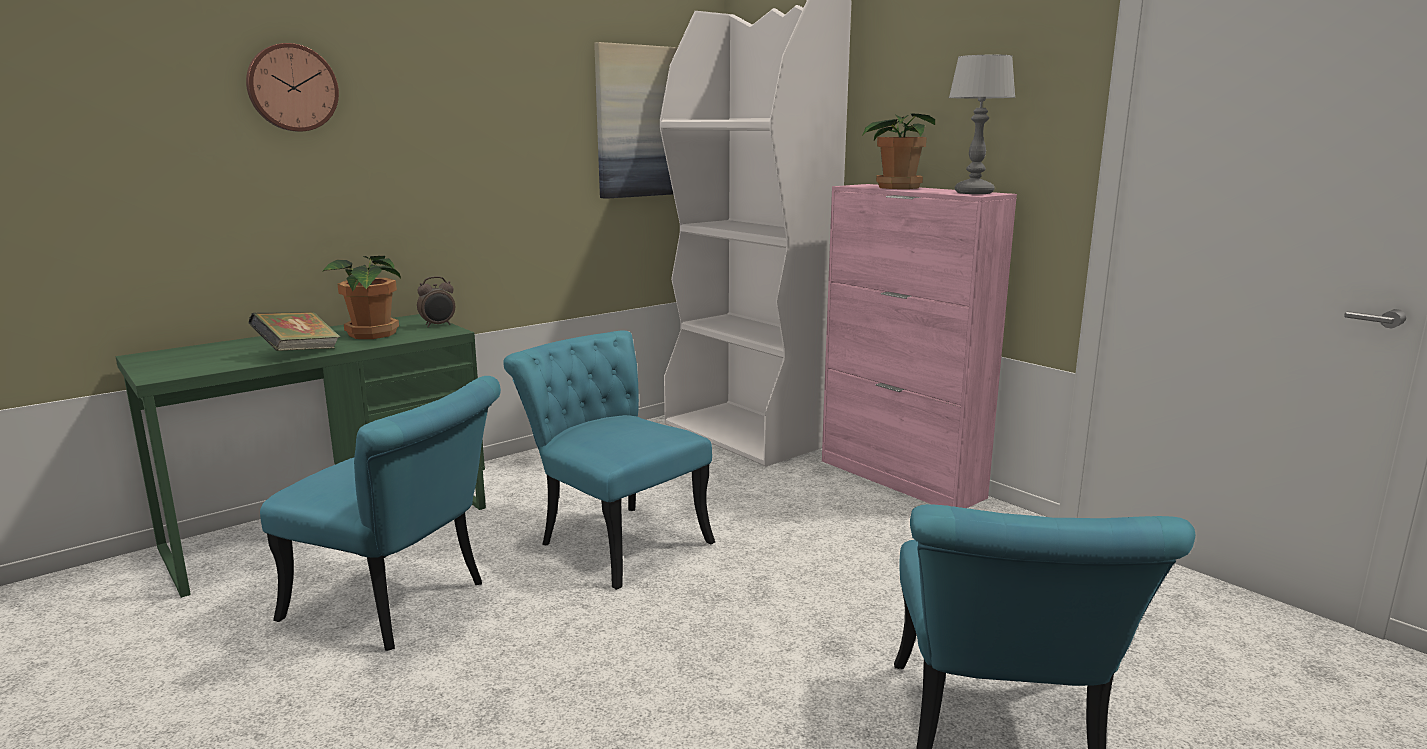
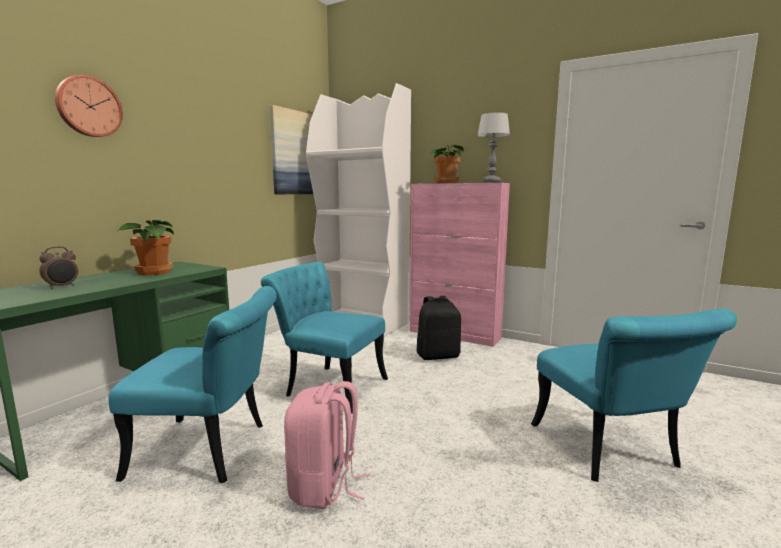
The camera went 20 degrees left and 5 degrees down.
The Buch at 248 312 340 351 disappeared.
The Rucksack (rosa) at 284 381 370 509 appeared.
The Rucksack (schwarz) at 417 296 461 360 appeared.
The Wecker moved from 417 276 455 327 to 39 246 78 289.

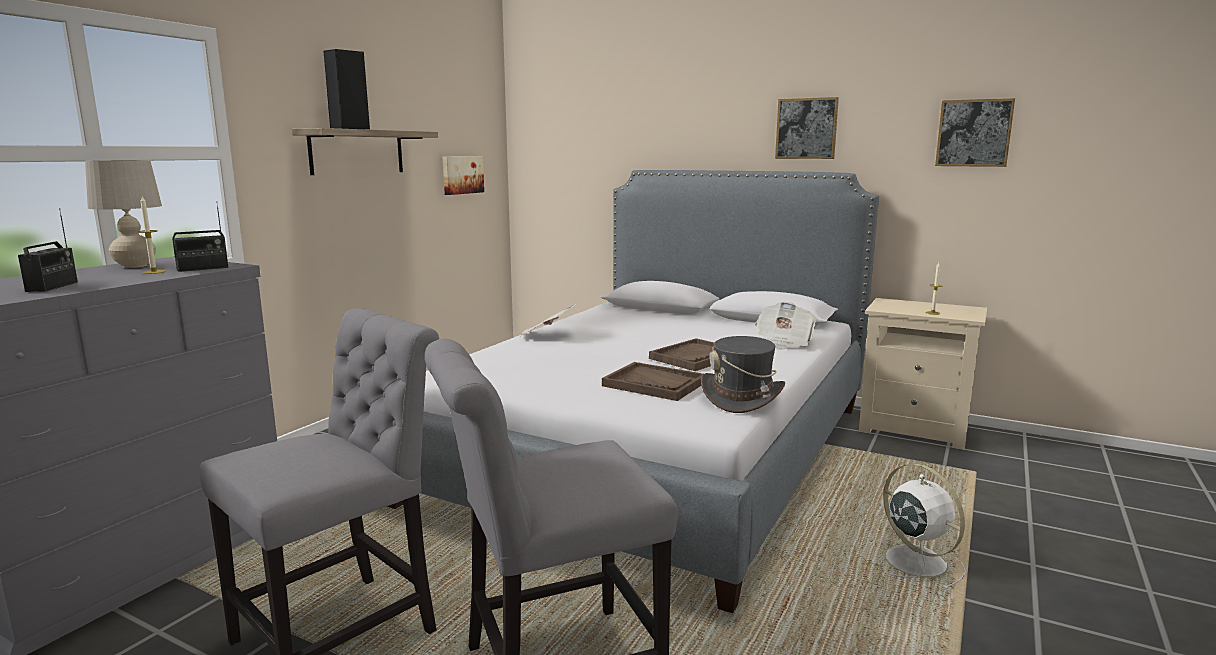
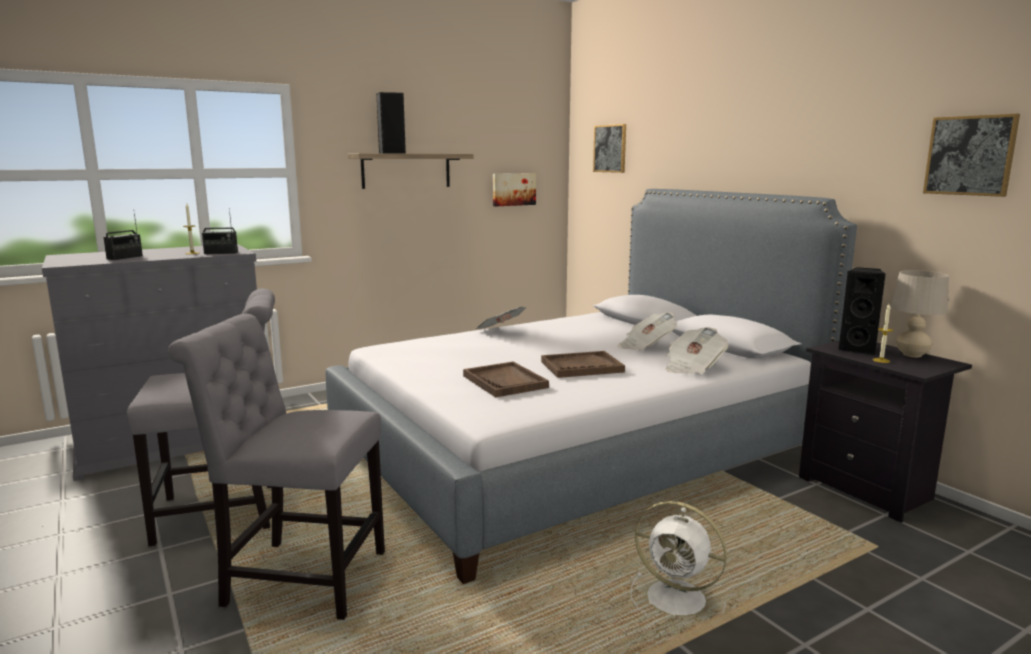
The camera went 30 degrees right and 0 degrees up.
The Hut (grau) at 701 336 785 413 disappeared.
The Zeitung at 618 312 677 350 appeared.
The Lautsprecher (schwarz) at 838 267 886 355 appeared.
The Tischlampe (beige) moved from 85 160 162 268 to 891 270 949 357.
The Bild moved from 775 97 839 159 to 593 124 626 173.
The Nachttisch (beige) at 859 298 987 450 became the Nachttisch (schwarz) at 799 341 972 523.
The Ventilator (weiß) at 869 464 966 590 turned 120 degrees clockwise.

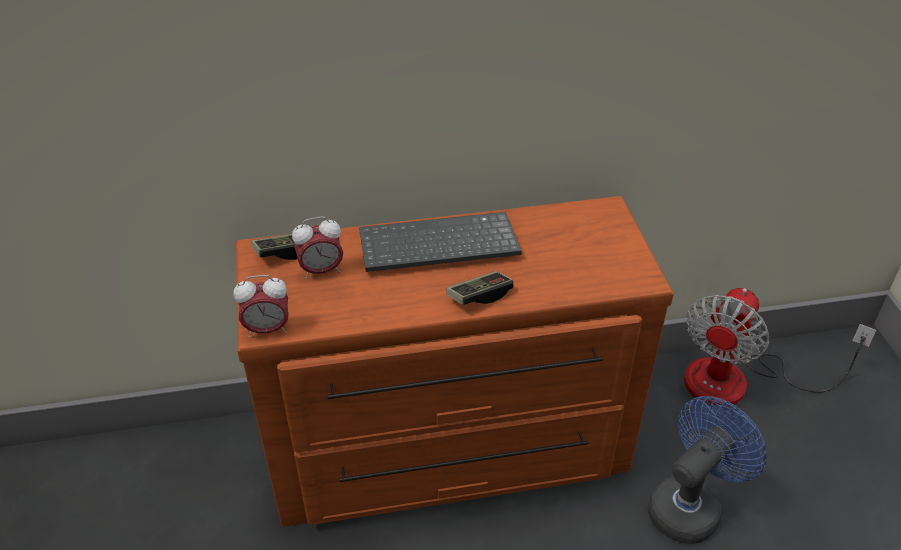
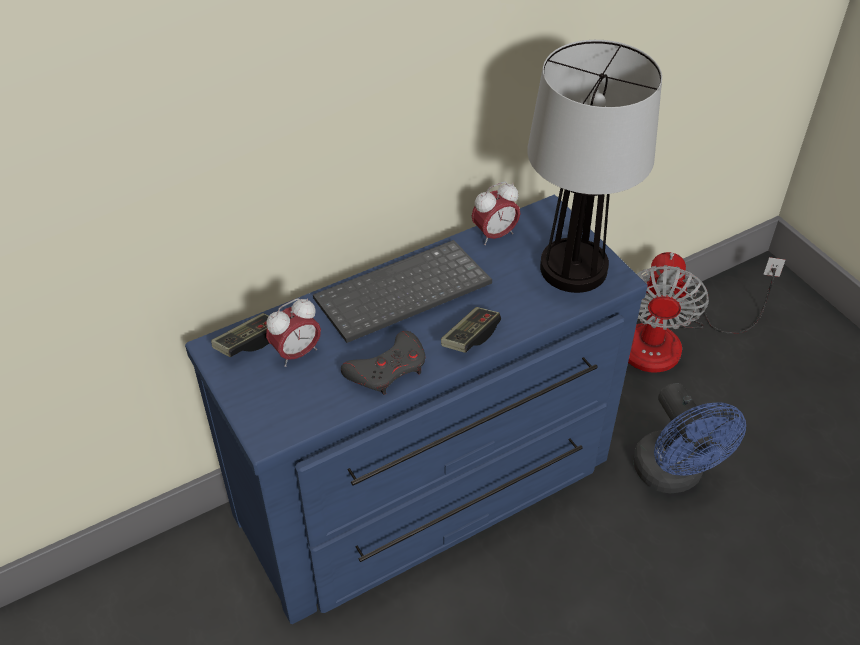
The camera went 20 degrees left and 5 degrees up.
The Gamepad (grau) at 341 331 425 395 appeared.
The Tischlampe at 527 40 662 293 appeared.
The Wecker moved from 234 275 289 338 to 472 182 521 245.
The Kommode (braun) at 236 196 674 527 became the Kommode (blau) at 185 195 648 624.
The Ventilator (blau) at 648 396 767 544 turned 135 degrees clockwise.

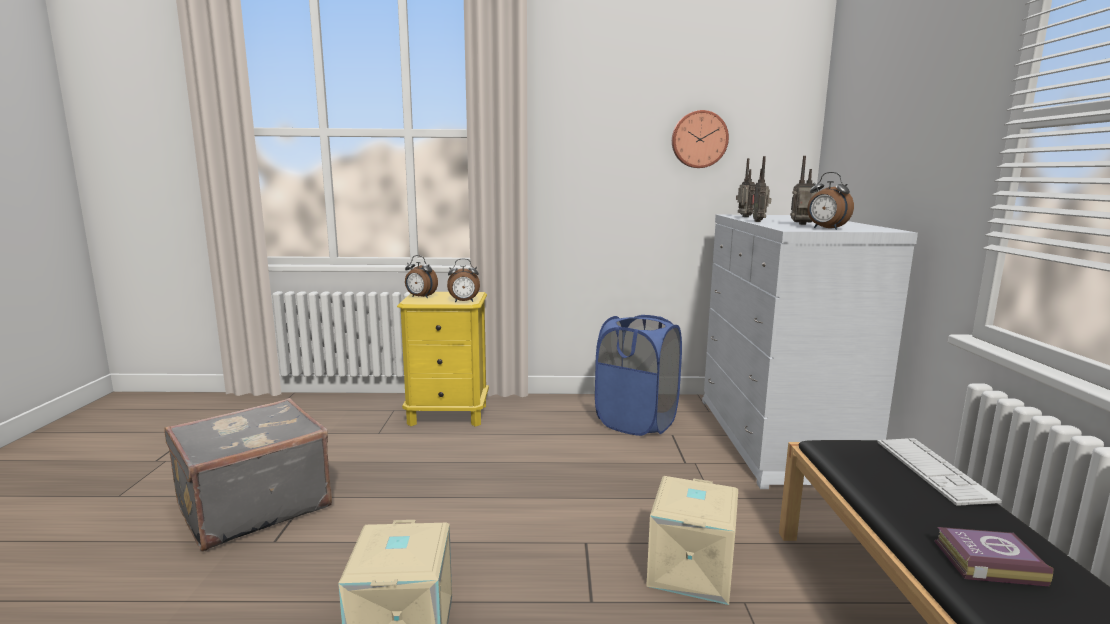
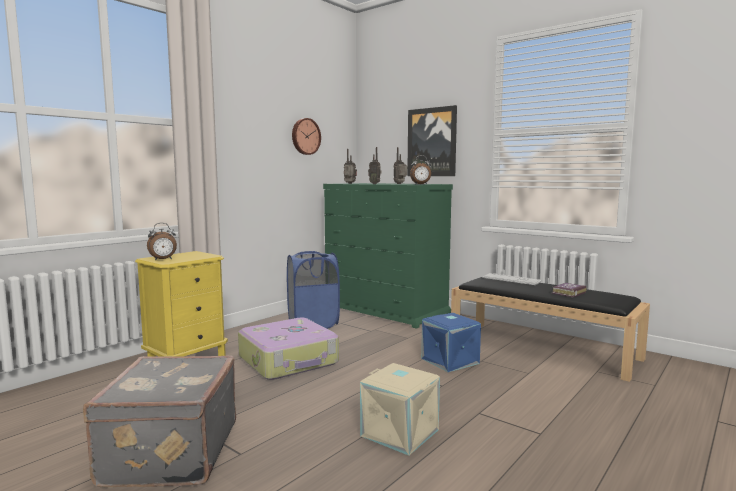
The camera went 50 degrees left and 5 degrees down.
The Wecker at 447 258 480 303 disappeared.
The Koffer at 238 318 339 380 appeared.
The Bild at 407 105 457 176 appeared.
The Aufbewahrungsbox (beige) at 646 476 738 605 became the Aufbewahrungsbox (blau) at 421 313 481 372.
The Kommode (weiß) at 702 215 918 489 became the Kommode (grün) at 323 183 453 329.

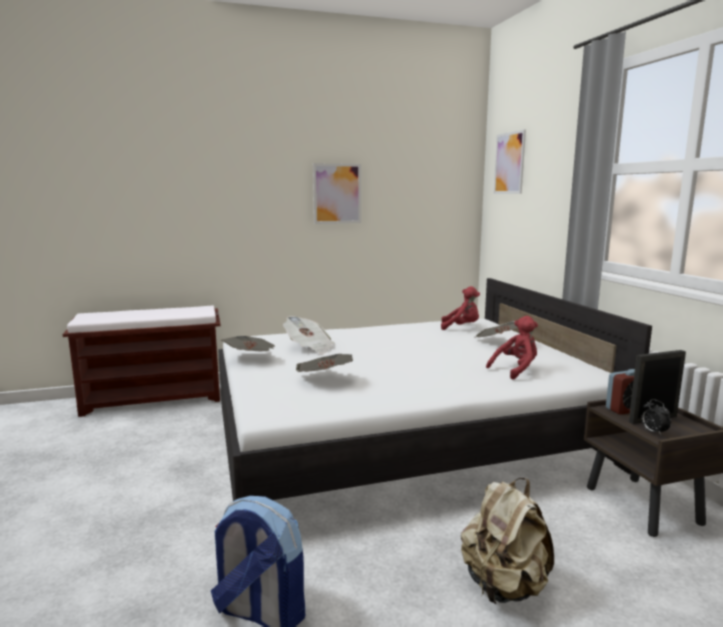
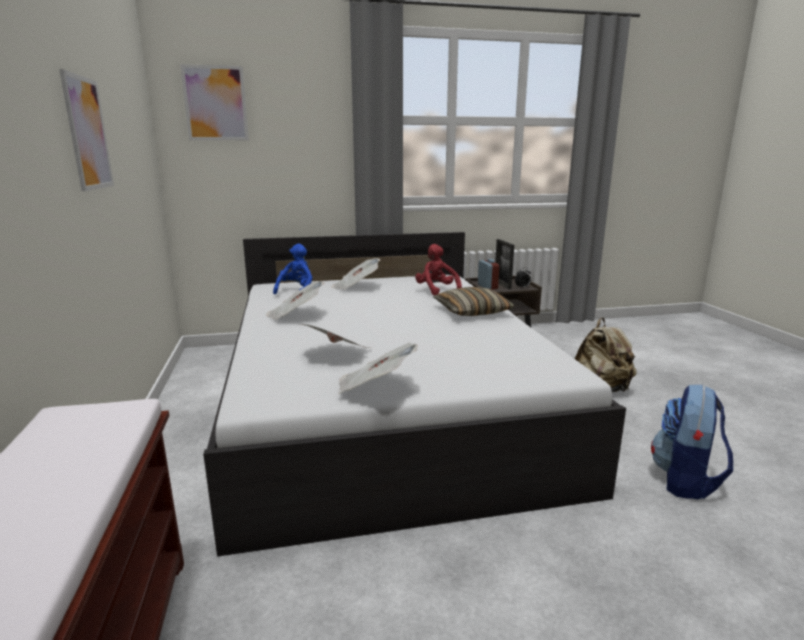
The camera went 85 degrees left and 5 degrees up.
The Kissen at 433 287 514 316 appeared.
The Zeitung moved from 296 354 353 372 to 266 281 324 320.
The Plüschtier (rot) at 441 286 480 330 became the Plüschtier (blau) at 273 244 313 294.

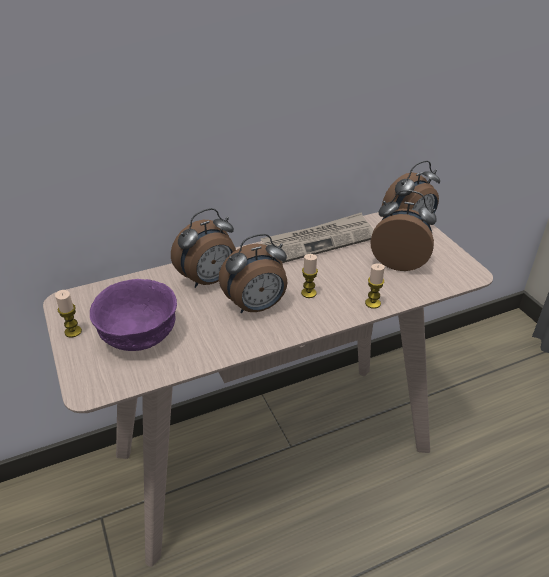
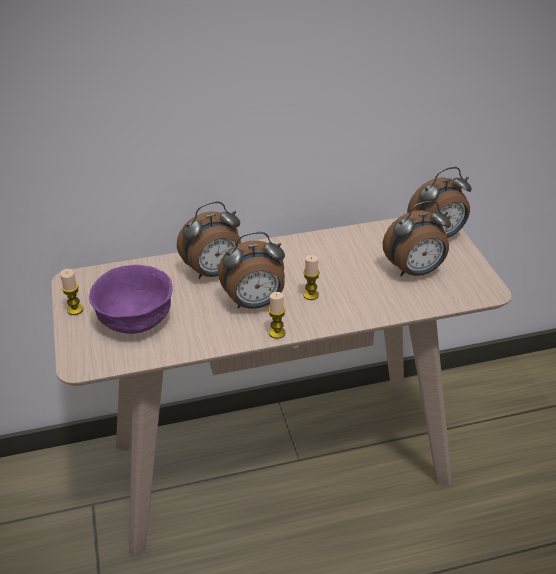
The camera went 10 degrees right and 0 degrees up.
The Zeitung at 261 212 374 263 disappeared.
The Kerze moved from 365 264 385 309 to 268 292 286 339.
The Wecker at 370 190 437 271 turned 135 degrees clockwise.

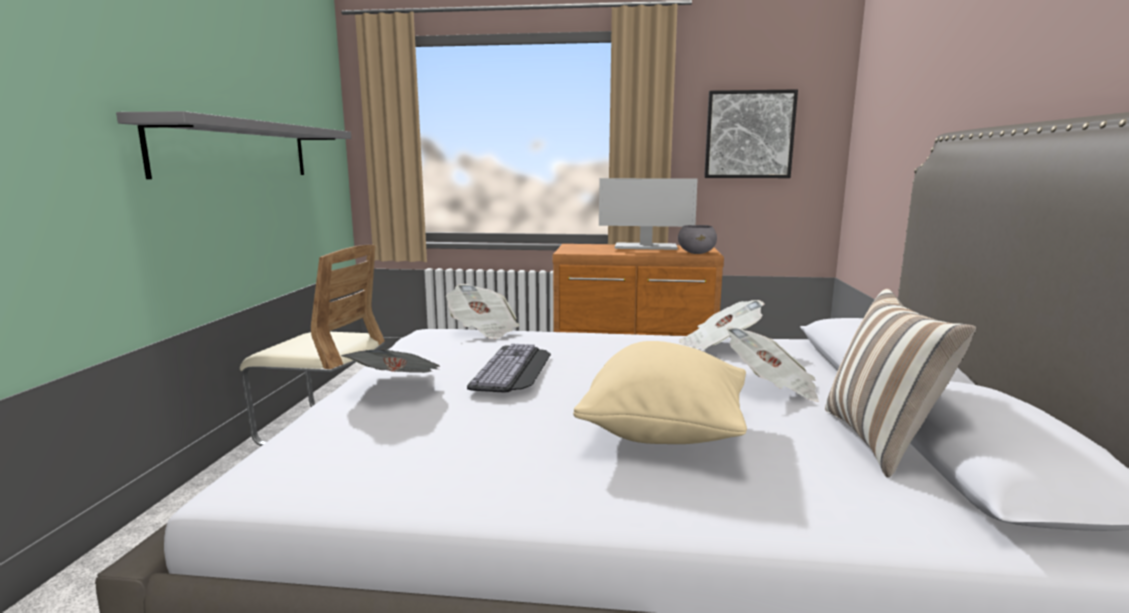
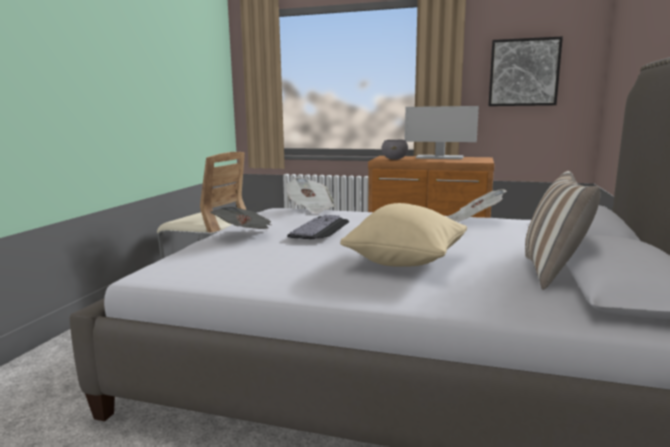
The camera went 10 degrees right and 0 degrees up.
The Wandregal (grau) at 116 111 351 179 disappeared.
The Zeitung at 727 327 819 402 disappeared.
The Schüssel (grau) moved from 678 225 717 254 to 381 140 408 160.

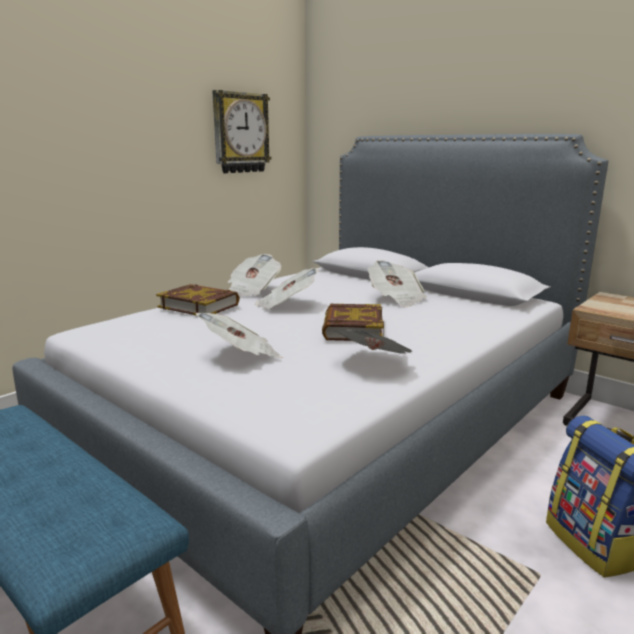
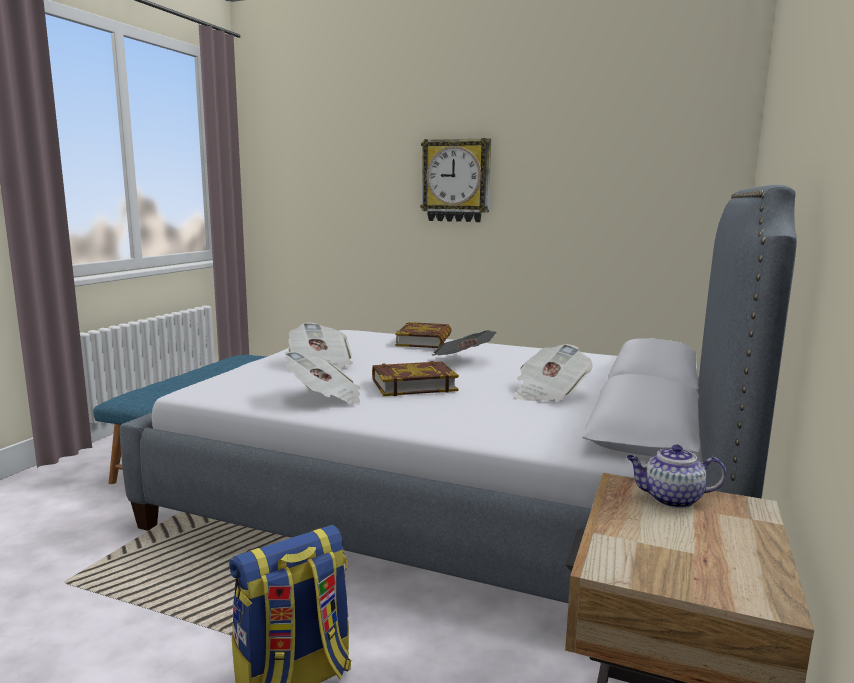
The camera went 70 degrees right and 5 degrees down.
The Zeitung at 228 254 281 296 disappeared.
The Teekanne at 626 445 726 508 appeared.
The Wanduhr moved from 212 90 271 173 to 420 138 491 222.

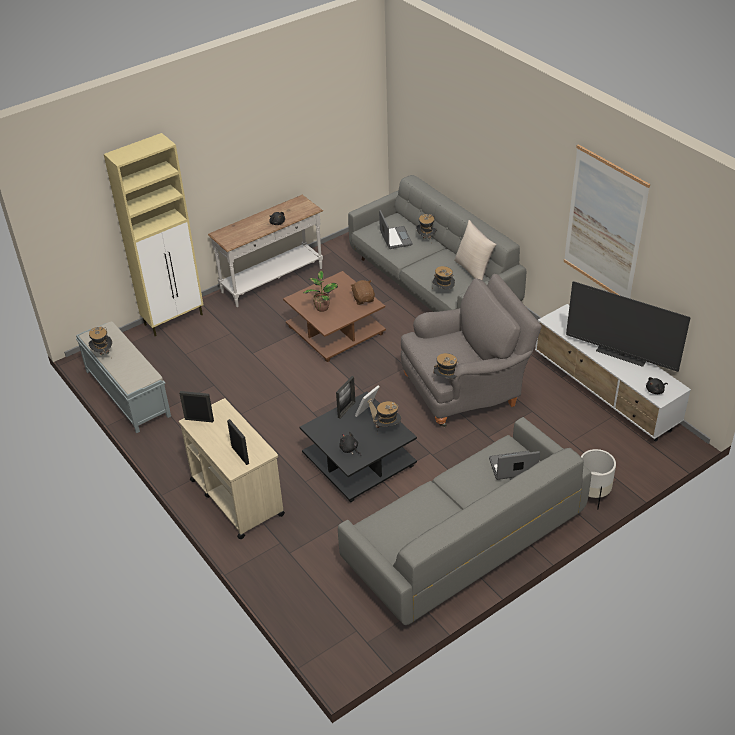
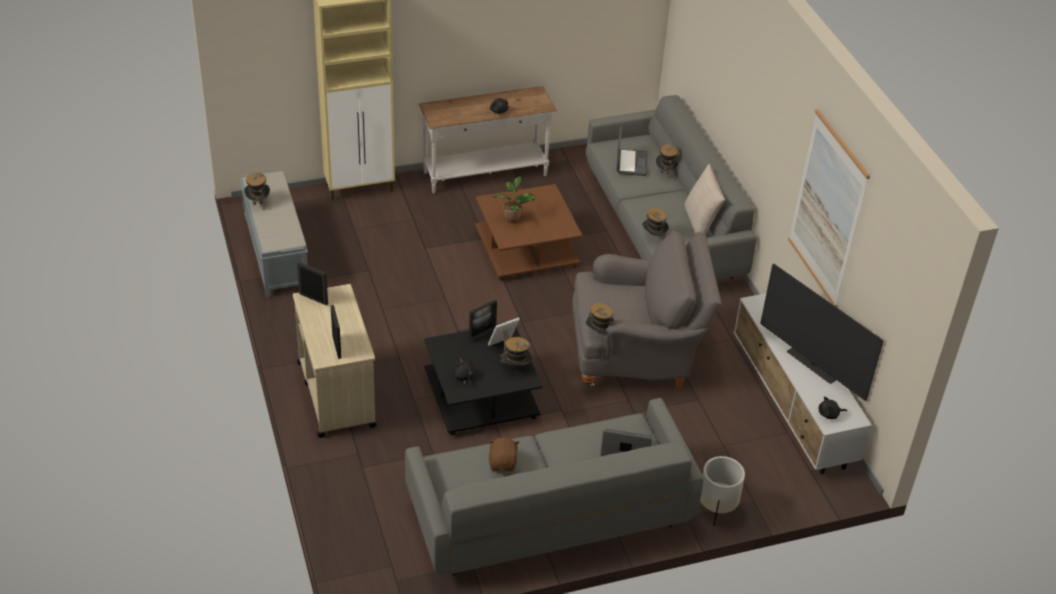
The camera went 15 degrees right and 0 degrees up.
The Plüschtier (braun) moved from 350 280 375 305 to 488 437 519 472.

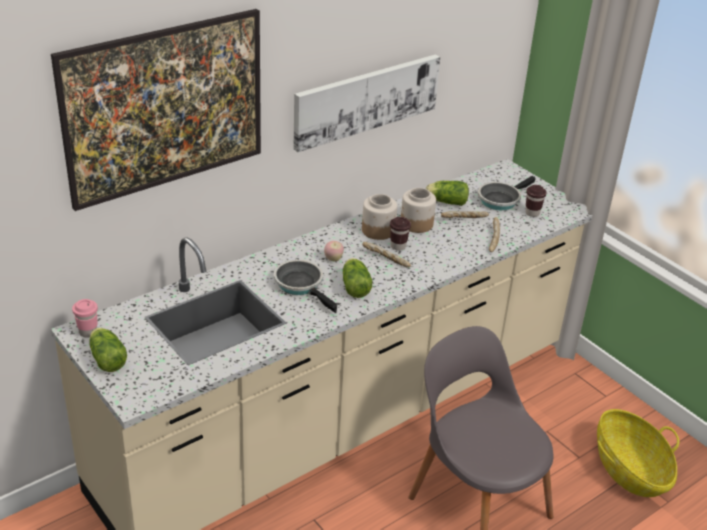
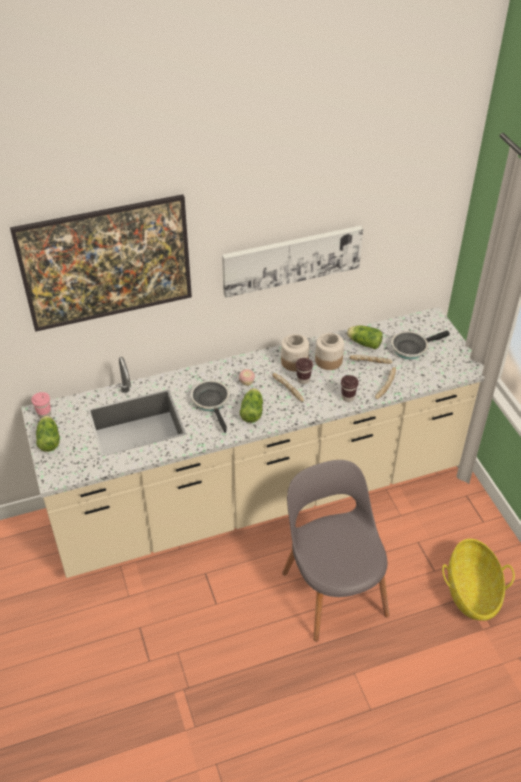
The camera went 20 degrees right and 10 degrees up.
The Tasse (braun) moved from 525 185 547 217 to 341 375 359 402.

